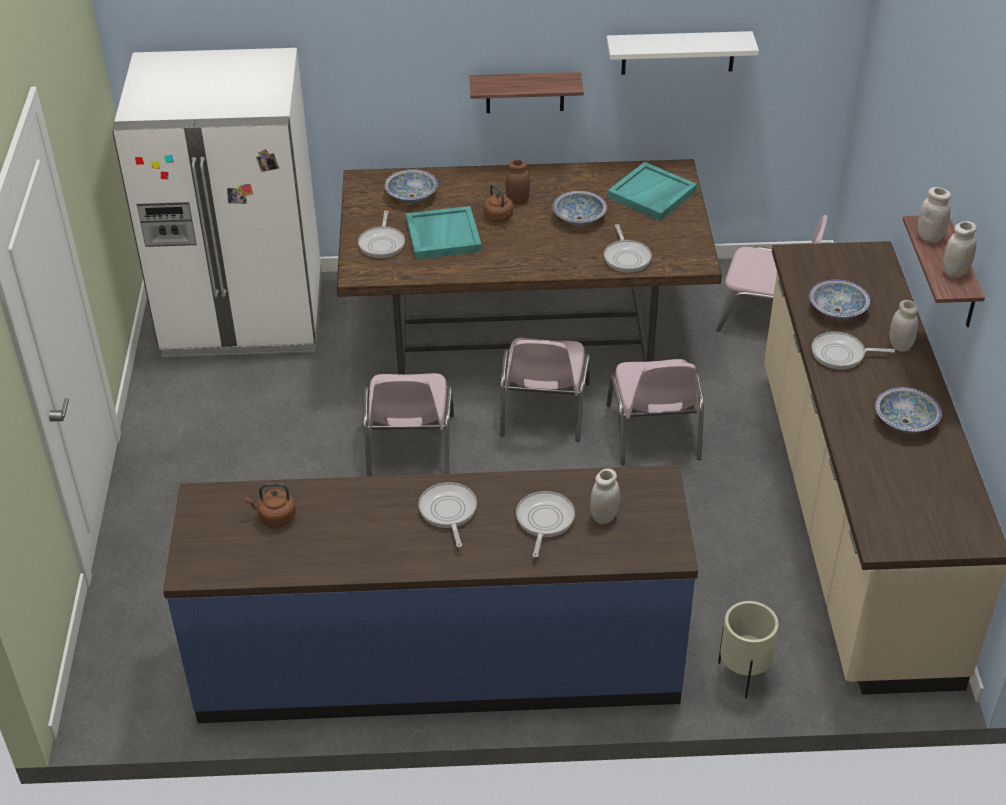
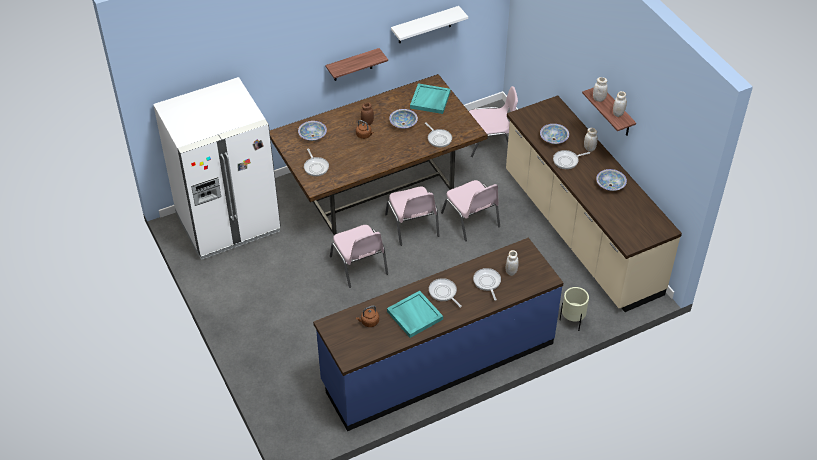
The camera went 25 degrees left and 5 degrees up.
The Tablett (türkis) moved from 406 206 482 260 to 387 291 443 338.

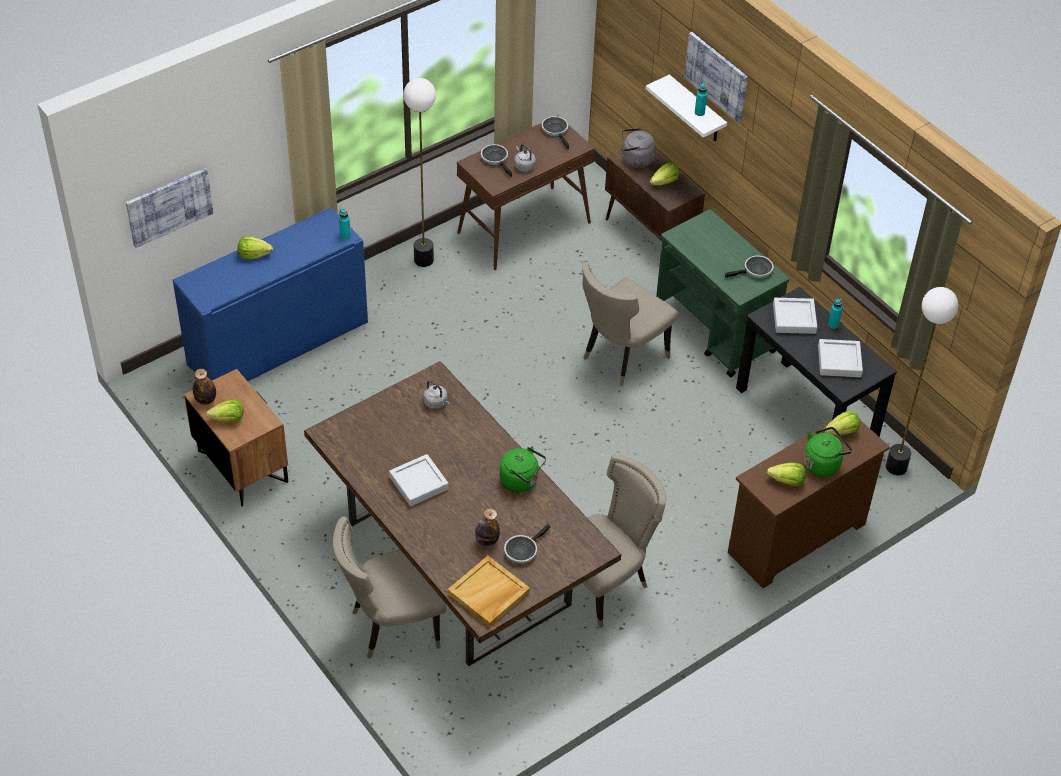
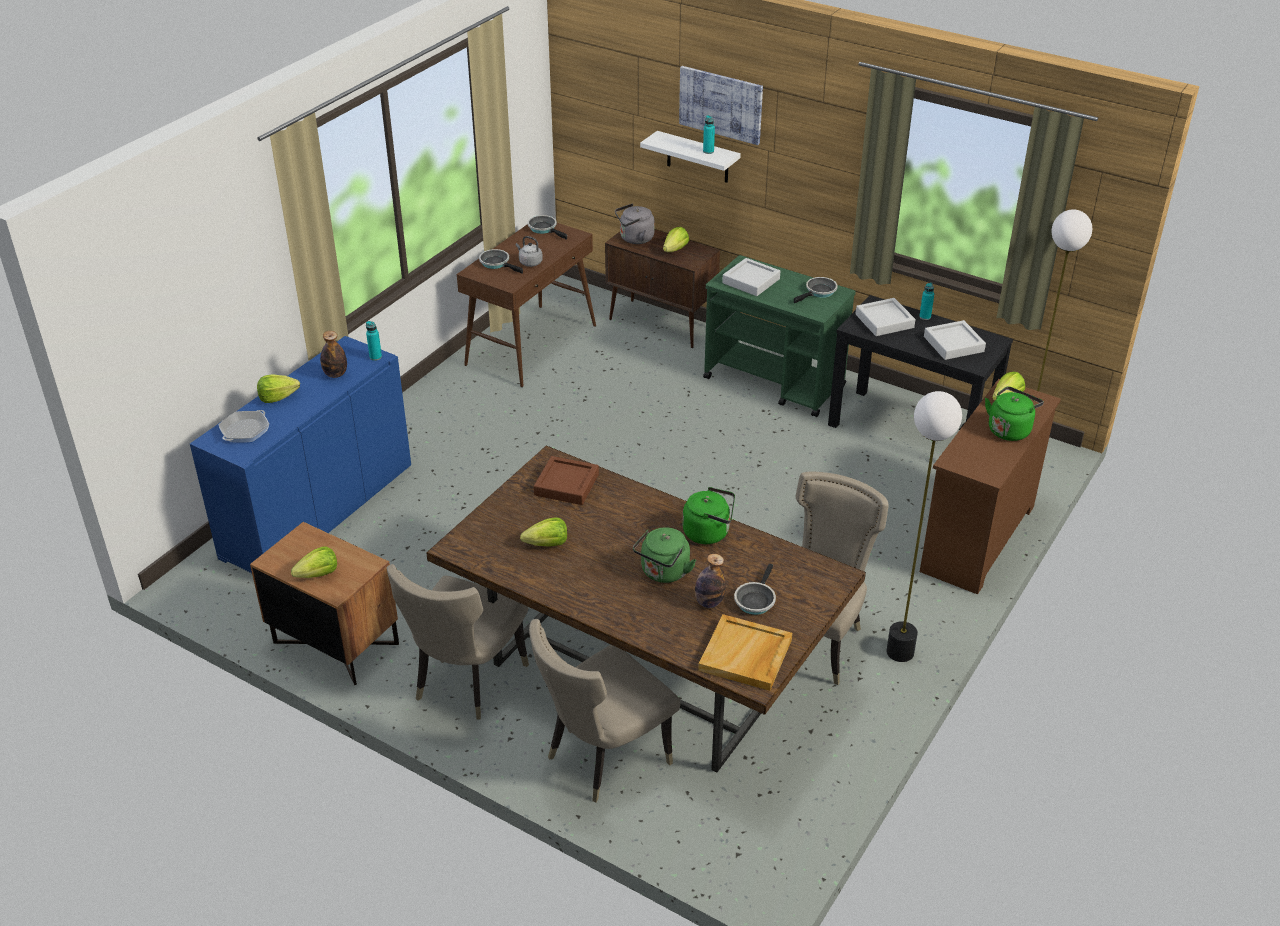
The camera went 20 degrees left and 10 degrees down.
The Bild at 126 168 214 248 disappeared.
The Pfanne at 219 410 269 443 appeared.
The Wasserkessel (grün) at 633 527 696 583 appeared.
The Flasche moved from 193 369 216 405 to 320 331 347 378.
The Tablett (grau) moved from 389 454 449 506 to 722 258 780 296.
The Stehlampe moved from 403 78 436 267 to 886 391 962 662.
The Stuhl (beige) moved from 582 262 678 386 to 386 564 529 720.
The Salatkopf moved from 767 463 806 486 to 520 517 567 547.
The Wasserkessel (grau) at 423 380 449 409 was replaced by the Tablett (braun) at 534 456 599 505.

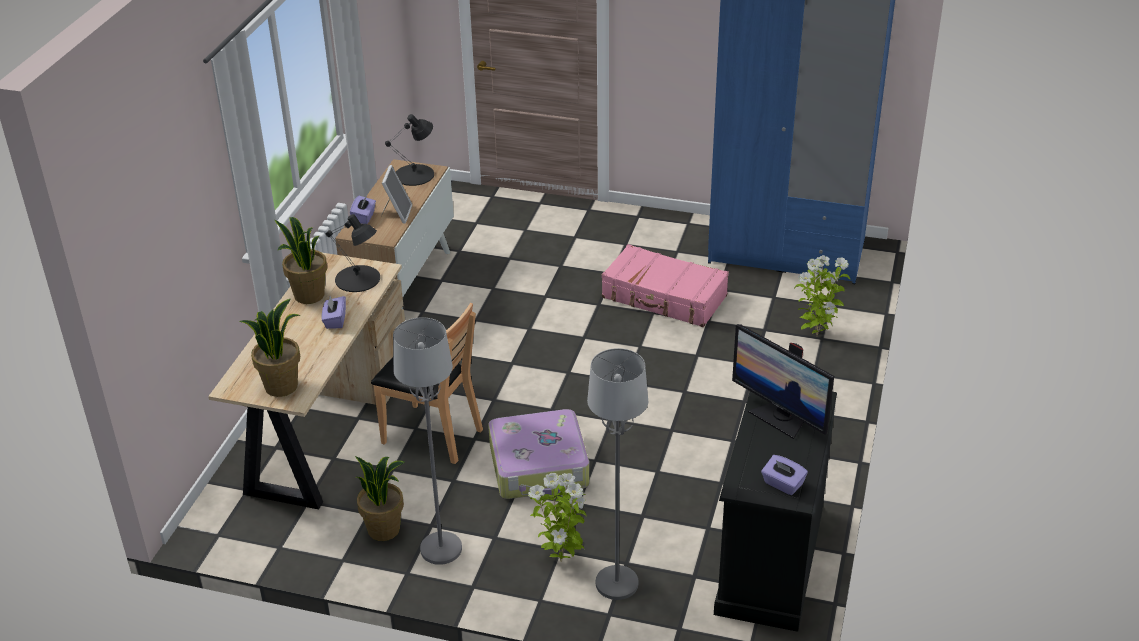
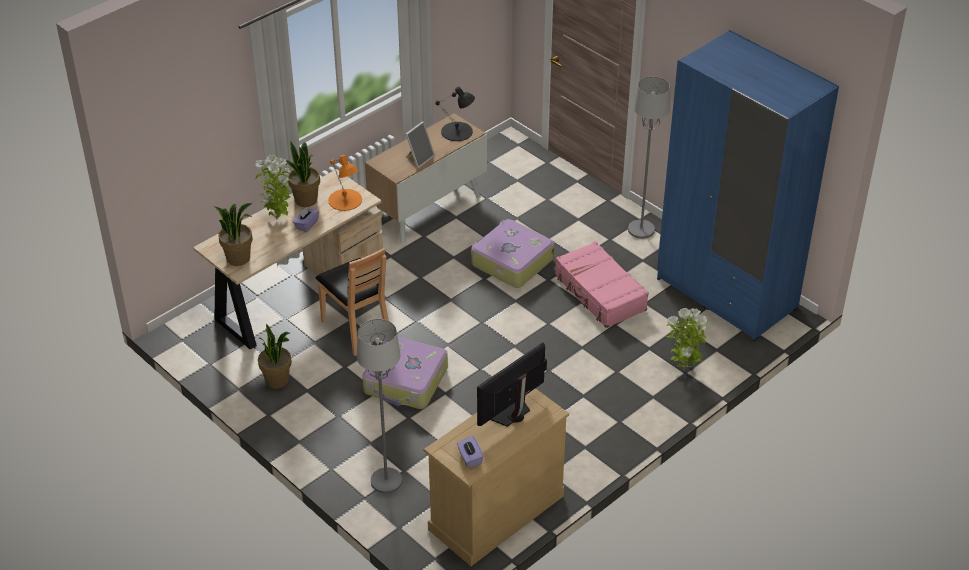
The camera went 30 degrees right and 5 degrees up.
The Taschentuchbox (lila) at 350 196 376 224 disappeared.
The Koffer at 471 219 554 288 appeared.
The Stehlampe (grau) moved from 393 317 462 565 to 628 77 670 239.
The Topfpflanze moved from 528 473 586 562 to 255 155 293 220.
The Tischlampe (schwarz) at 326 214 380 292 became the Tischlampe (orange) at 328 155 362 211.
The Kommode (schwarz) at 714 391 837 632 became the Kommode (beige) at 423 388 569 566.
The Monitor at 732 324 834 439 turned 60 degrees clockwise.

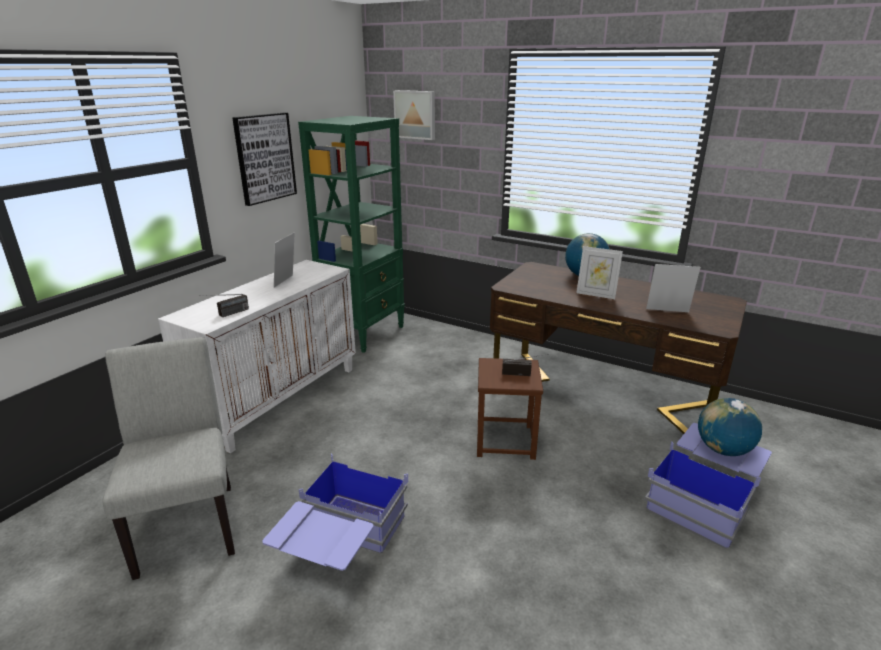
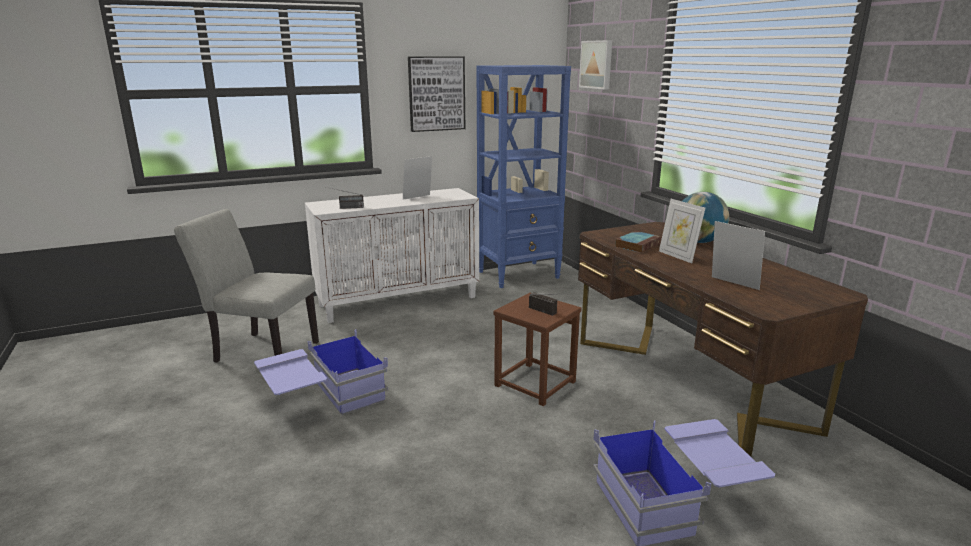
The camera went 35 degrees right and 5 degrees down.
The Globus at 698 398 762 456 disappeared.
The Buch at 615 231 662 253 appeared.
The Bücherregal (grün) at 298 116 405 353 became the Bücherregal (blau) at 476 65 571 288.
The Stuhl (grau) at 102 337 235 580 turned 90 degrees counterclockwise.

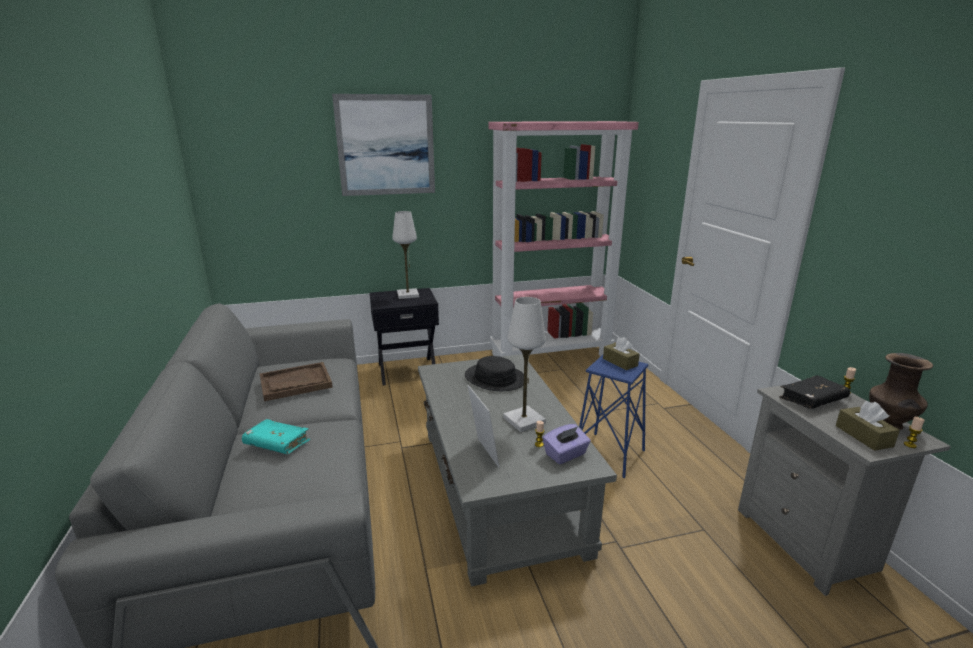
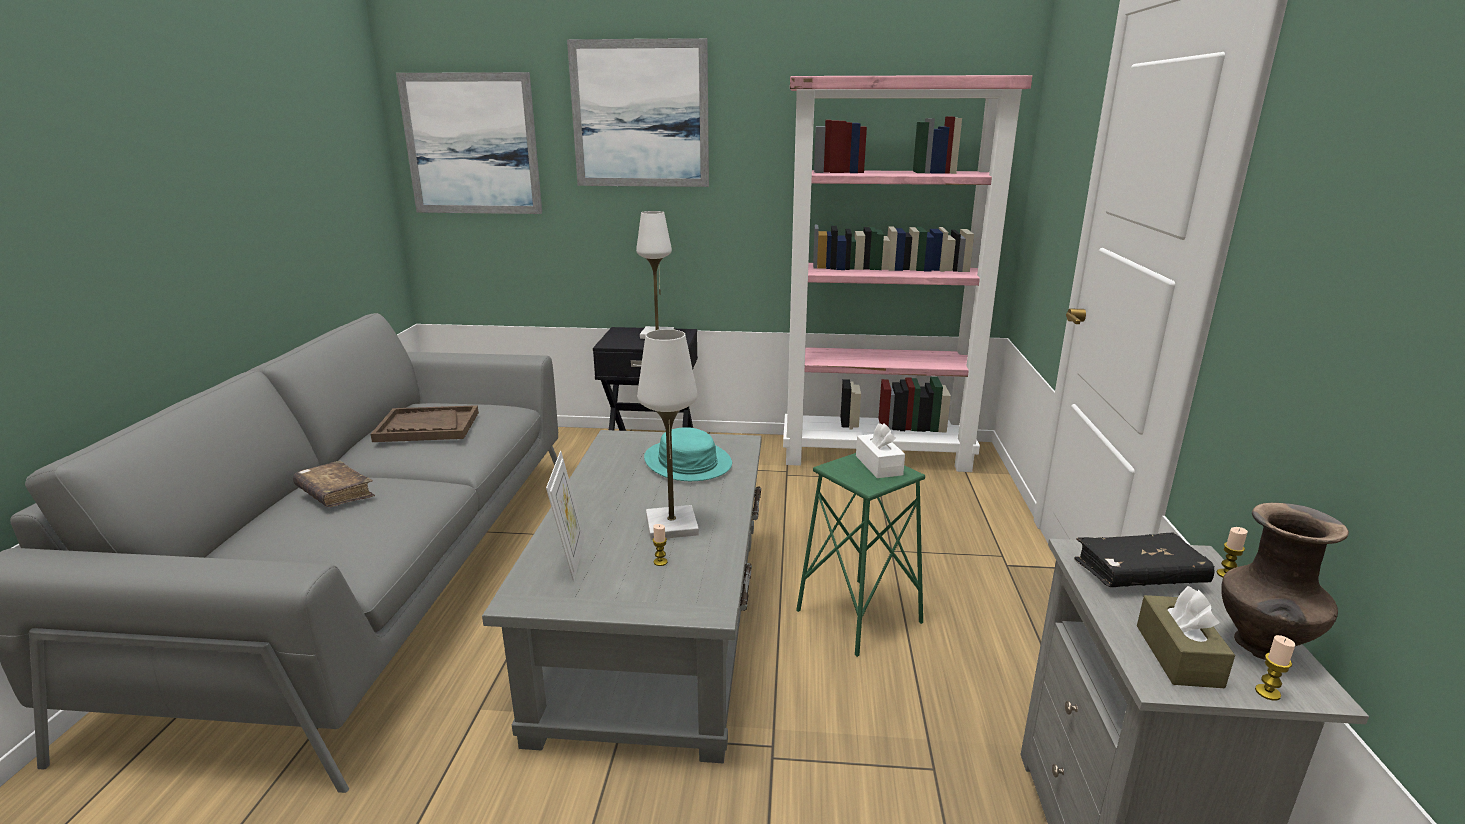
The camera went 20 degrees right and 0 degrees up.
The Taschentuchbox (lila) at 543 424 591 464 disappeared.
The Bild at 396 72 542 214 appeared.
The Buch (türkis) at 242 419 310 454 became the Buch (braun) at 293 461 375 507.
The Hut (schwarz) at 465 356 524 391 became the Hut (türkis) at 644 427 732 481.
The Hocker (blau) at 579 355 648 478 became the Hocker (grün) at 796 453 925 657.
The Taschentuchbox (braun) at 603 337 640 370 became the Taschentuchbox (weiß) at 856 423 905 478.

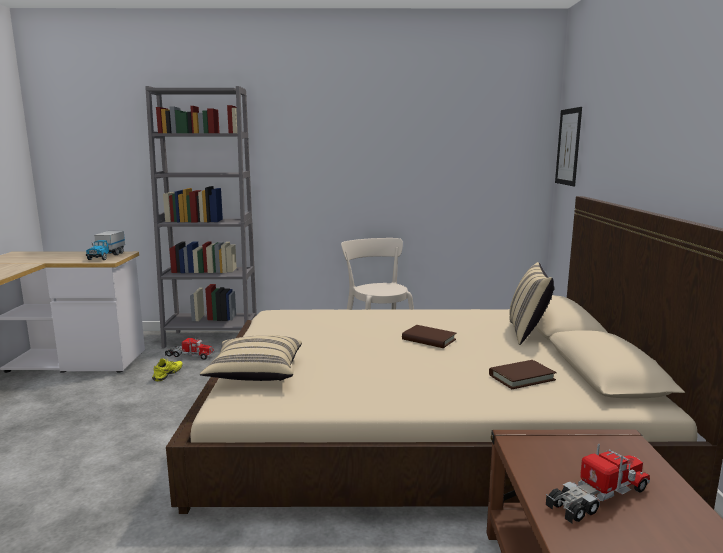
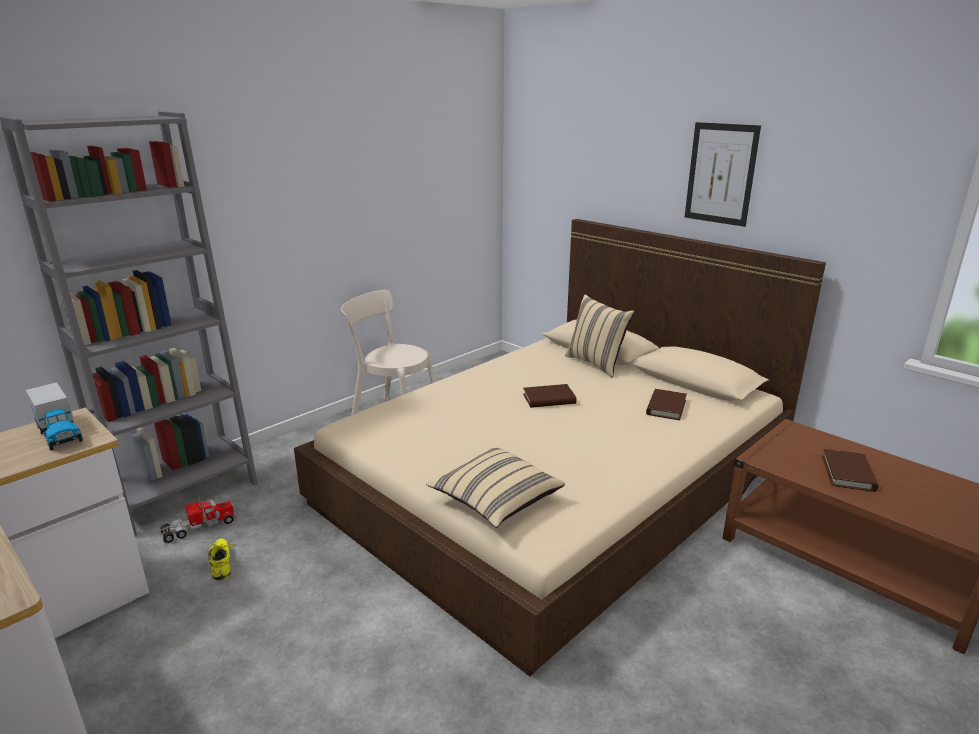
The camera went 45 degrees left and 10 degrees up.
The Bild moved from 555 107 582 186 to 685 122 761 227.
The Spielzeuglaster at 546 444 650 524 was replaced by the Buch (braun) at 822 449 878 492.

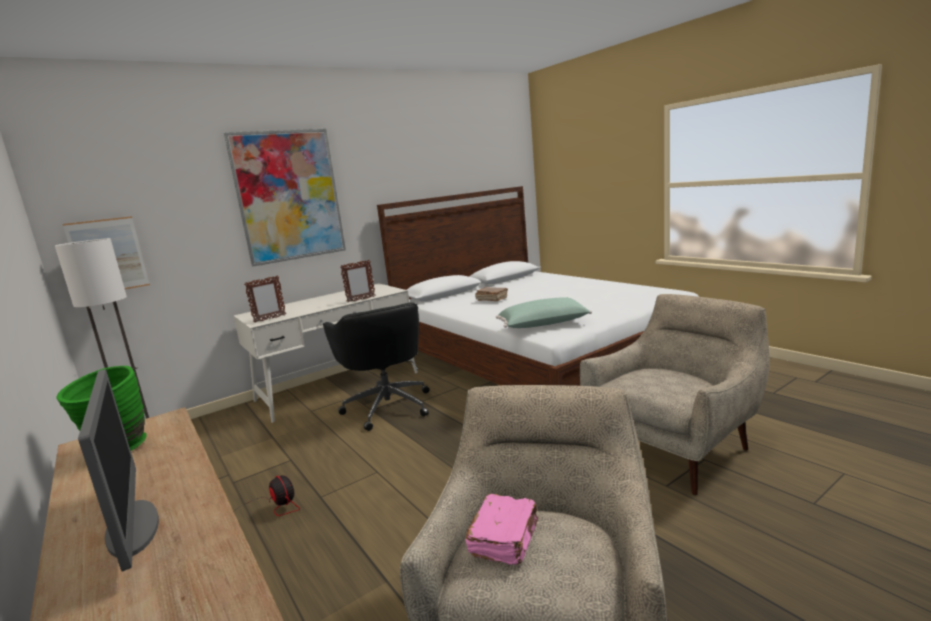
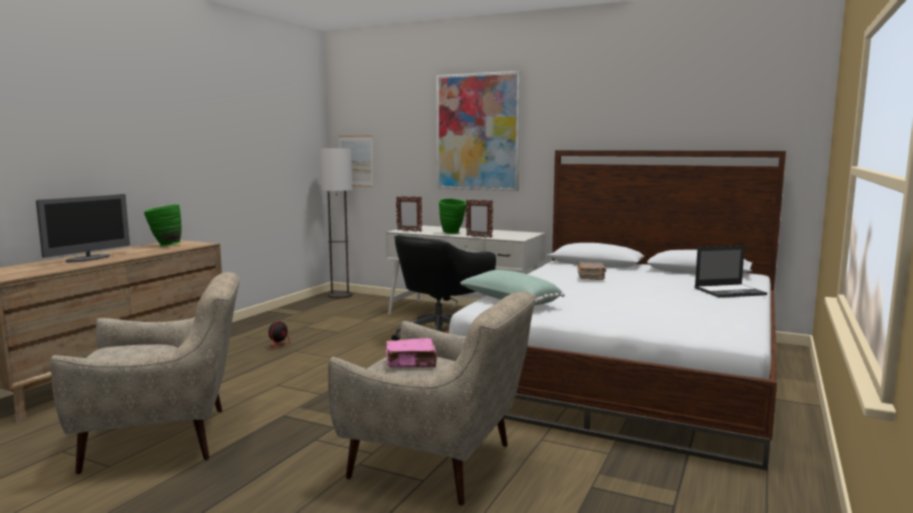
The camera went 60 degrees right and 5 degrees down.
The Vase (grün) at 439 198 466 234 appeared.
The Laptop at 695 246 767 298 appeared.
The Buch (rosa) moved from 465 494 538 565 to 386 338 437 367.

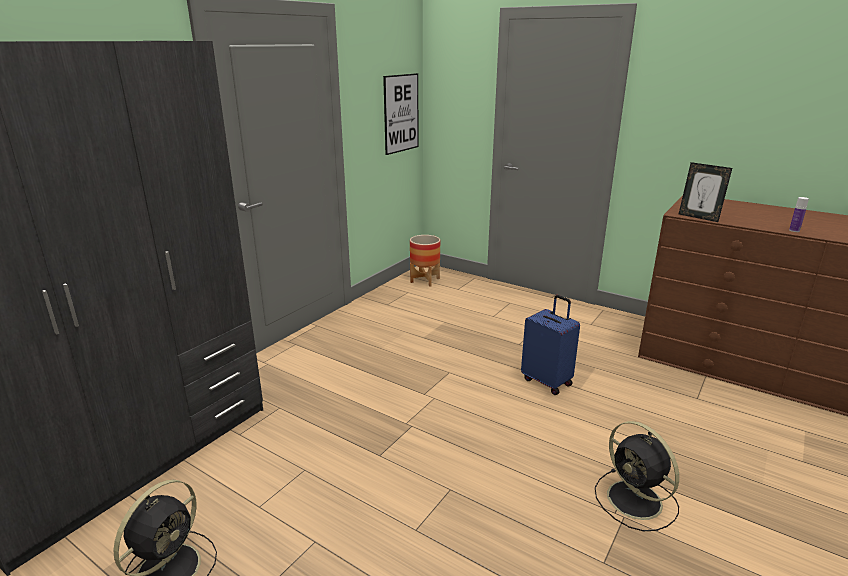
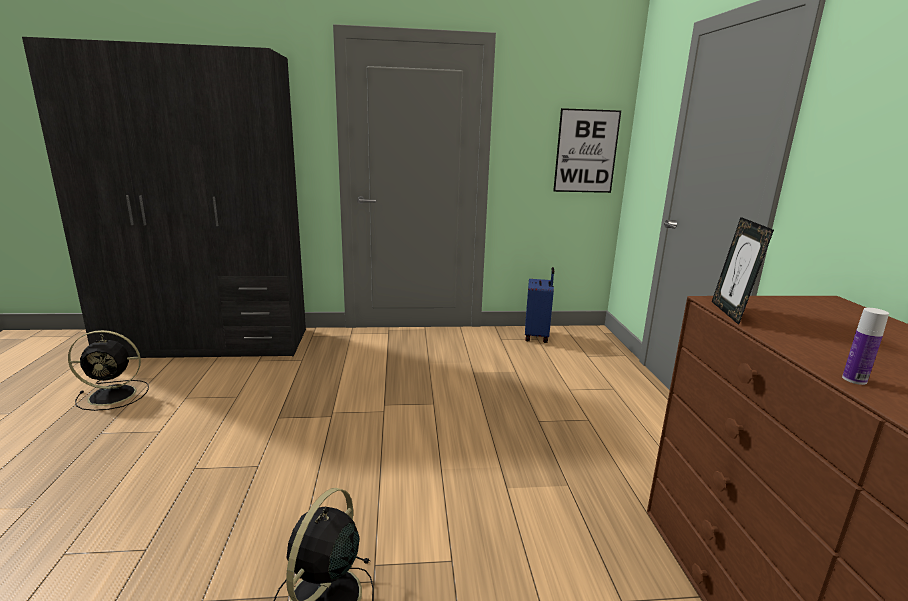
The camera went 50 degrees right and 5 degrees down.
The Pflanzkübel at 410 235 440 286 disappeared.
The Koffer (blau) moved from 521 295 580 395 to 525 267 554 343.

